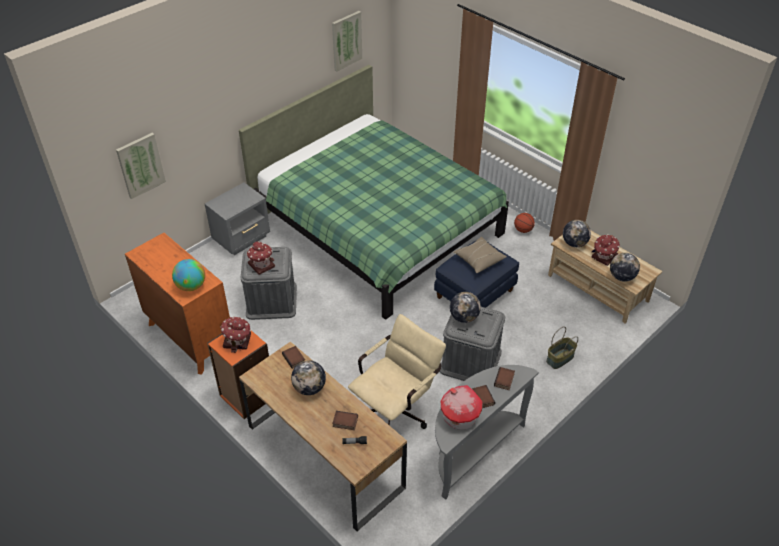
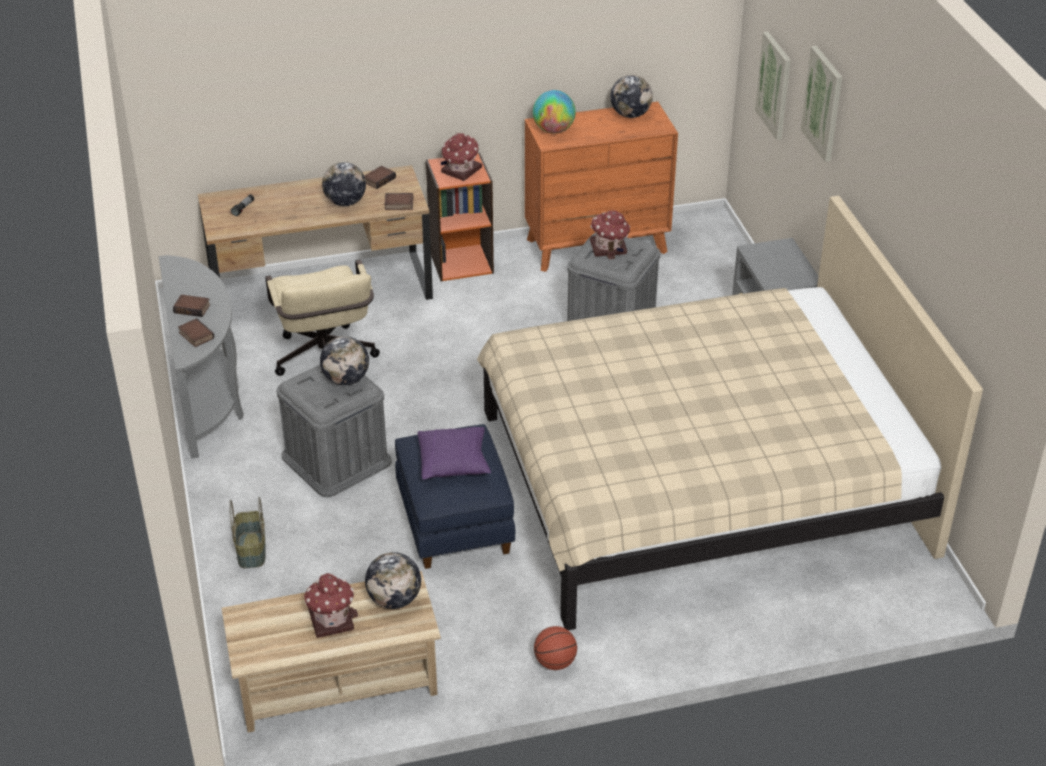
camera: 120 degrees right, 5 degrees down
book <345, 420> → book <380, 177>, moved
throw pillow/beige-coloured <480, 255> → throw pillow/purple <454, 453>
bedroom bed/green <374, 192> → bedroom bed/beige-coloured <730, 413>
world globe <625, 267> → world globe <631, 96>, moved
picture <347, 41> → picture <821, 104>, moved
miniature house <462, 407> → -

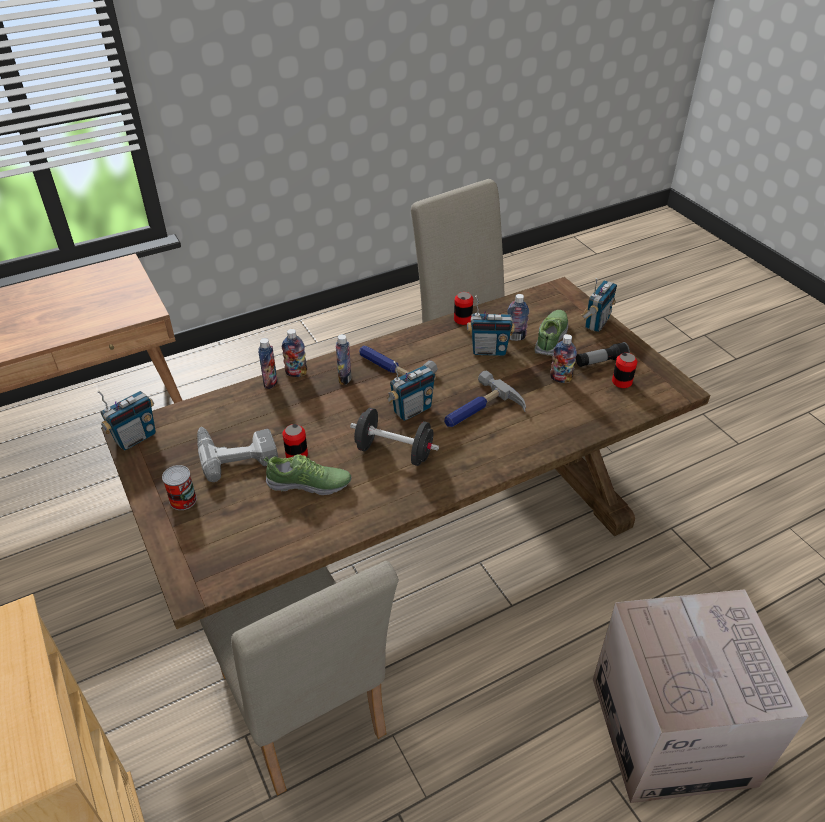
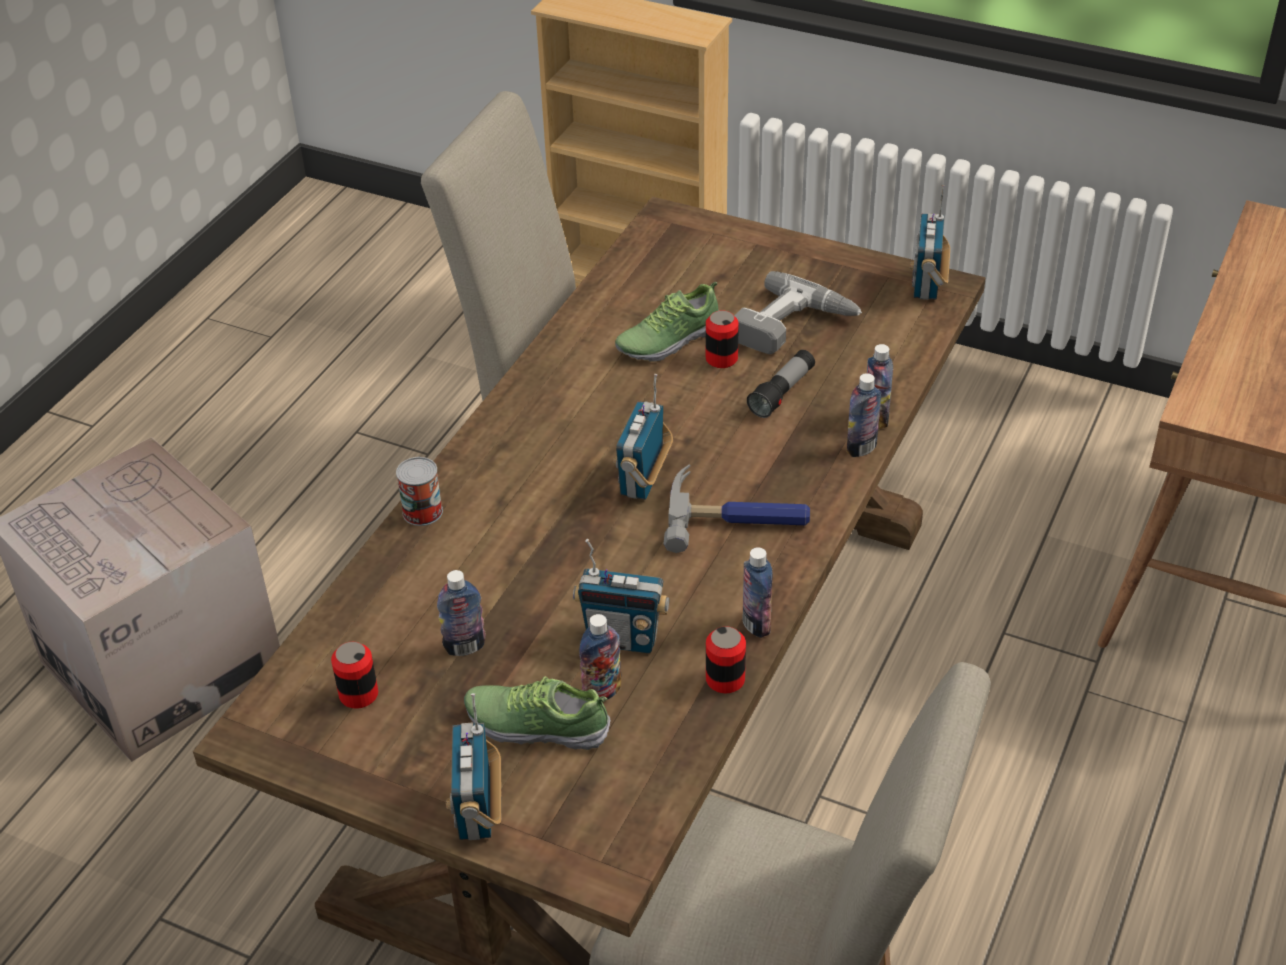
camera: 145 degrees right, 0 degrees up
can <179, 487> → can <419, 491>, moved
low shoe <551, 333> → low shoe <537, 713>, 120 degrees clockwise
radio set <491, 326> → radio set <621, 596>, 135 degrees counterclockwise
drink bottle <343, 359> → drink bottle <757, 592>, moved
flashlight <603, 354> → flashlight <781, 384>, moved
free weight/blackish <394, 437> → -
tool hammer <485, 399> → -

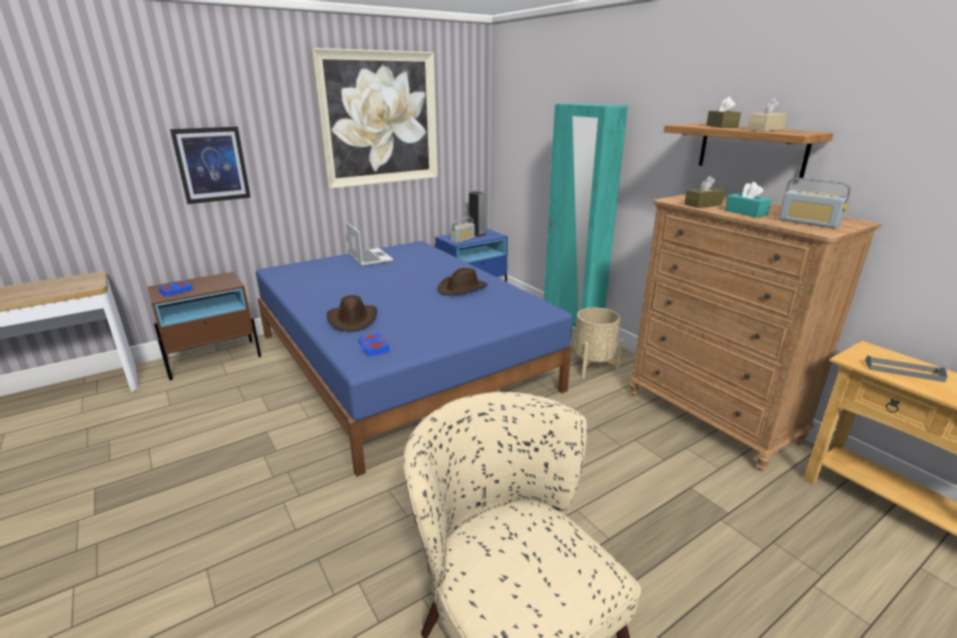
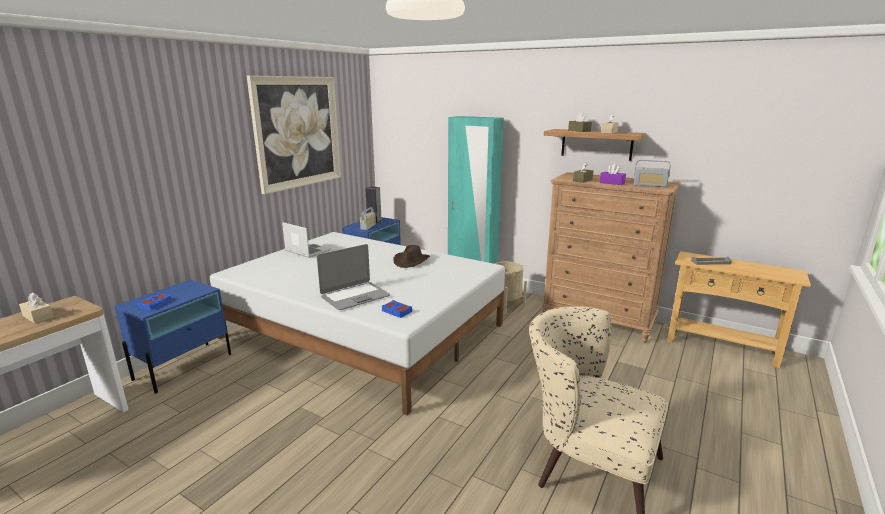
camera: 25 degrees left, 5 degrees down
- → tissue holder/beige-coloured <36, 308>
nightstand/brownish <204, 326> → nightstand/blue-coloured <173, 337>
bedroom bed/blue-coloured <414, 359> → bedroom bed/white <357, 324>
wearable hat/brownish <352, 313> → laptop <353, 277>
tissue holder/turquoise-coloured <748, 200> → tissue holder/purple <613, 174>
picture <210, 165> → -

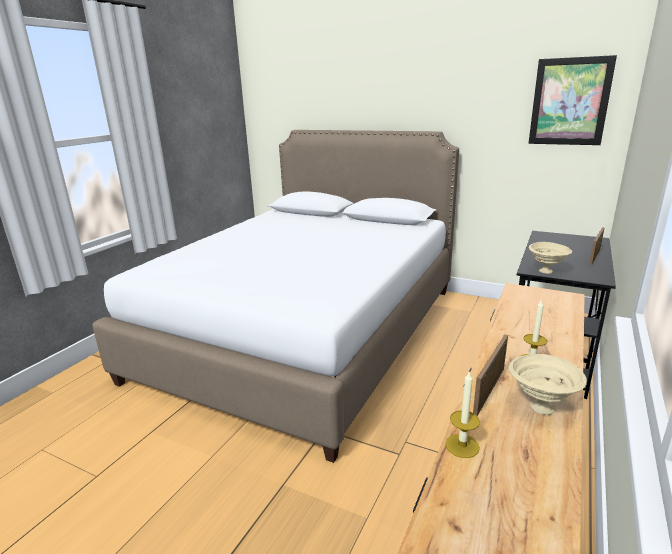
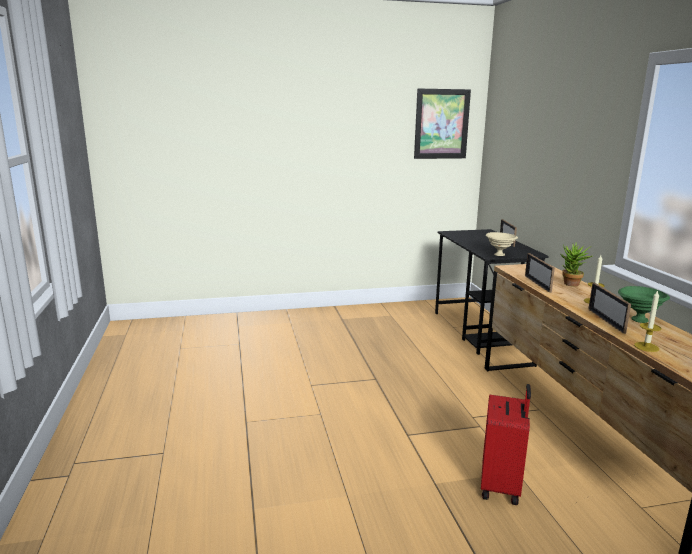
camera: 40 degrees left, 5 degrees down
- → suitcase/red <506, 444>
- → picture frame <540, 273>
- → houseplant <577, 265>
deep dish/beige-coloured <548, 384> → deep dish/green <644, 304>
bedroom bed/white <275, 296> → -

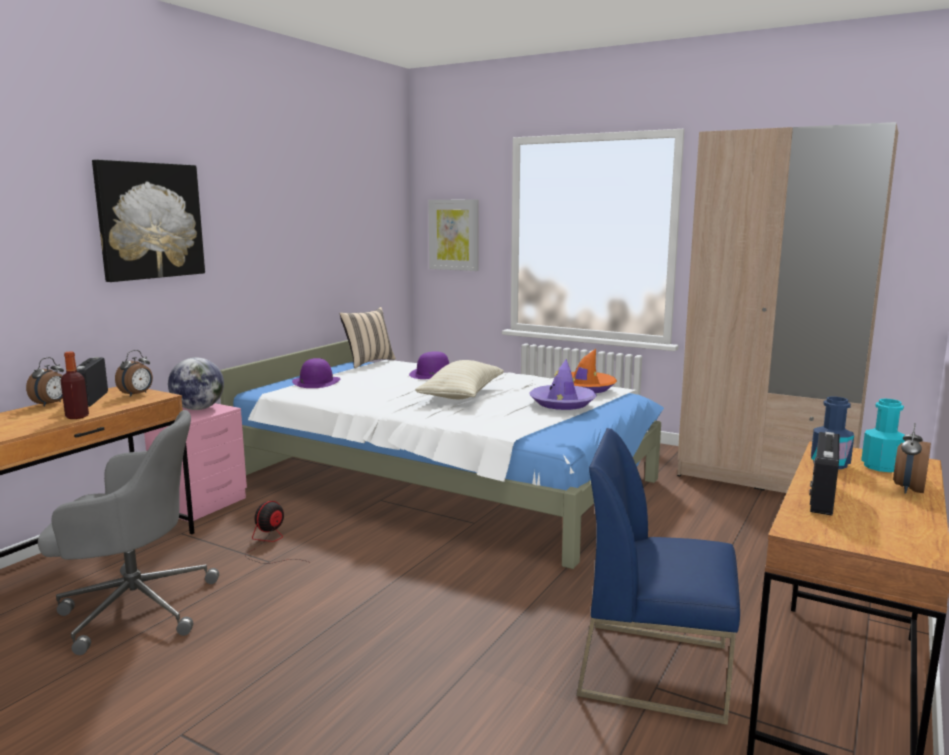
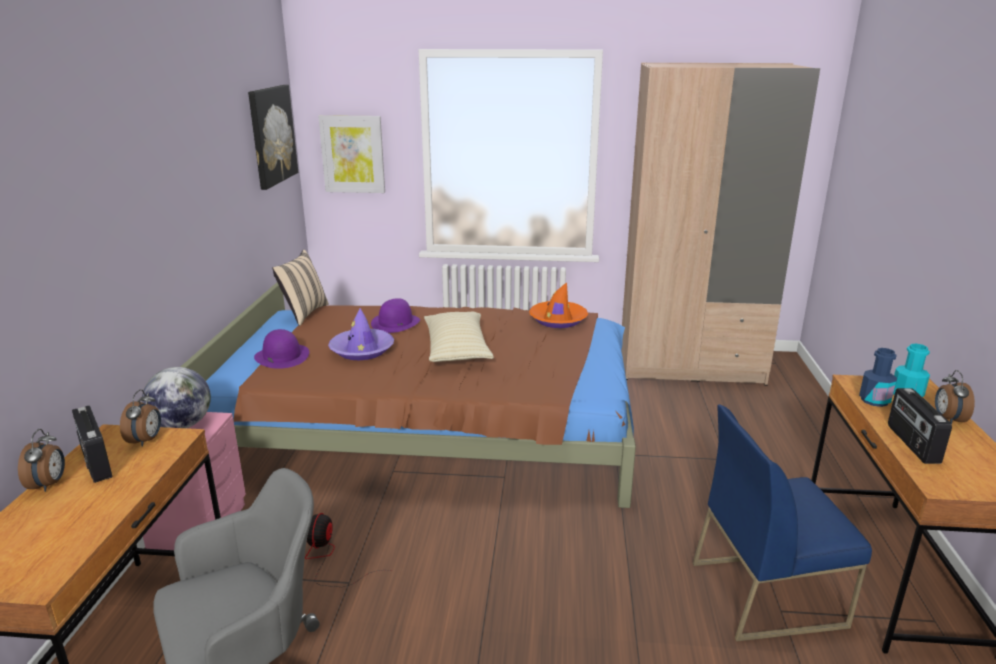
camera: 25 degrees left, 10 degrees up
bedroom bed/white <442, 454> → bedroom bed/brownish <408, 395>
picture <148, 221> → picture <273, 137>, moved
wearable hat/purple <563, 384> → wearable hat/purple <361, 334>, moved
drink bottle <74, 385> → -

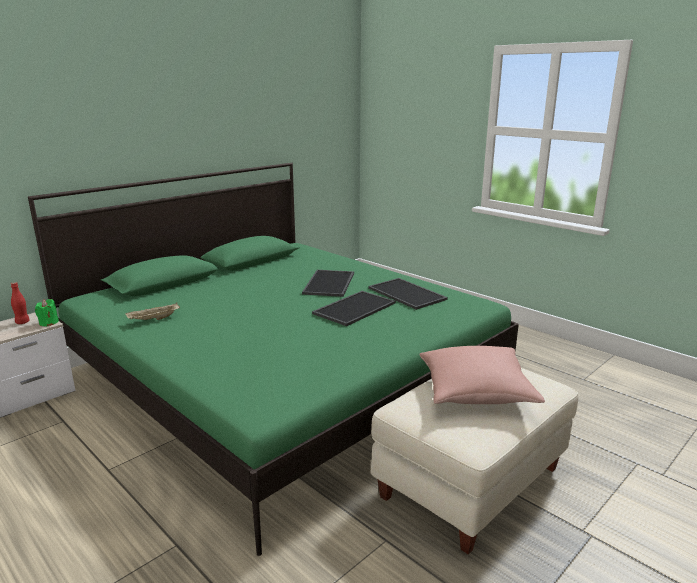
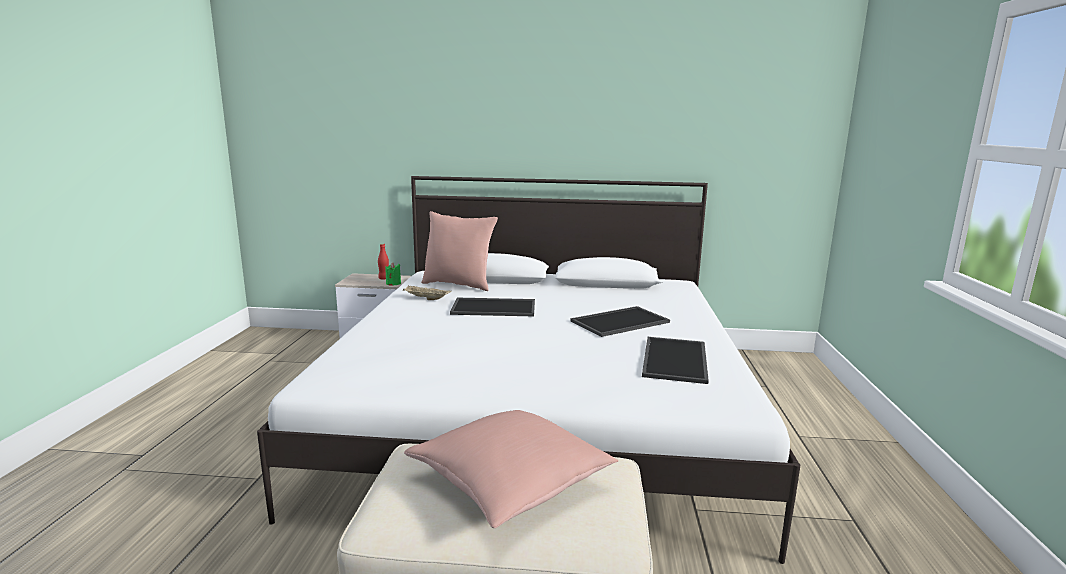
camera: 50 degrees right, 5 degrees down
bedroom bed/green <273, 359> → bedroom bed/white <528, 370>
- → throw pillow/pink-coloured <459, 251>
serving tray <354, 308> → serving tray <492, 307>, moved

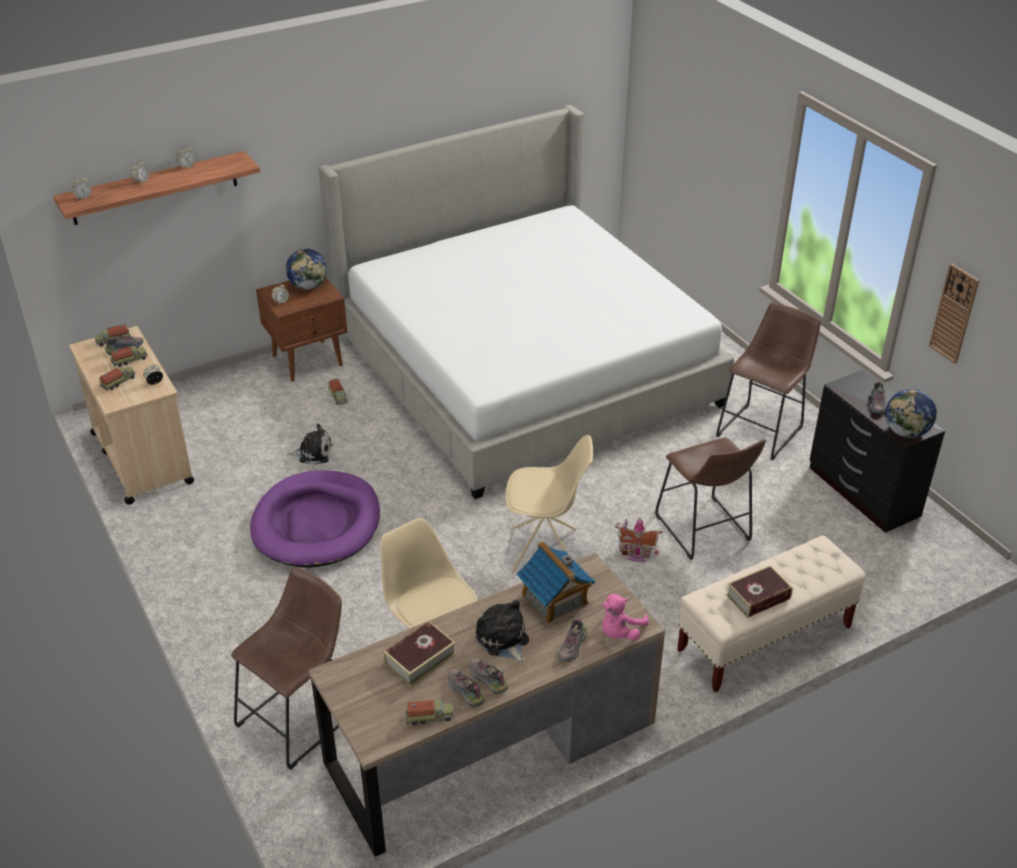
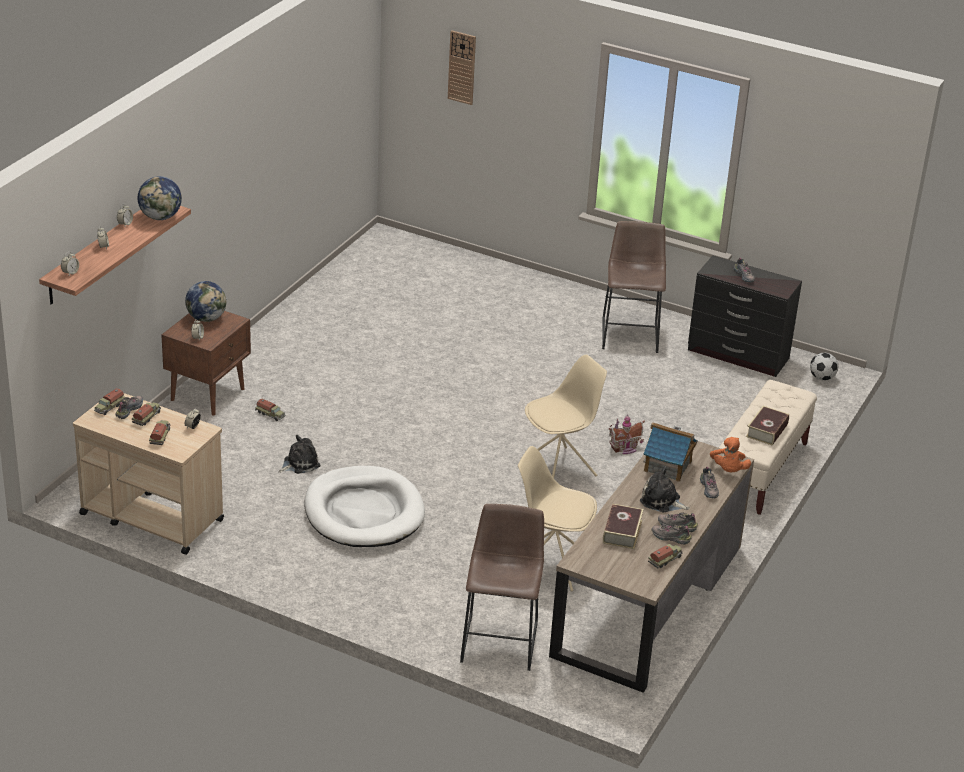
camera: 35 degrees left, 5 degrees down
world globe <911, 413> → world globe <160, 198>, moved
pet bed/purple <315, 519> → pet bed/white <364, 506>
wall clock <954, 313> → wall clock <462, 67>, moved
soft toy/pink-coloured <625, 617> → soft toy/orange <730, 454>
- → ball for football <824, 367>
bedroom bed <526, 302> → -
stool/brownish <710, 499> → -

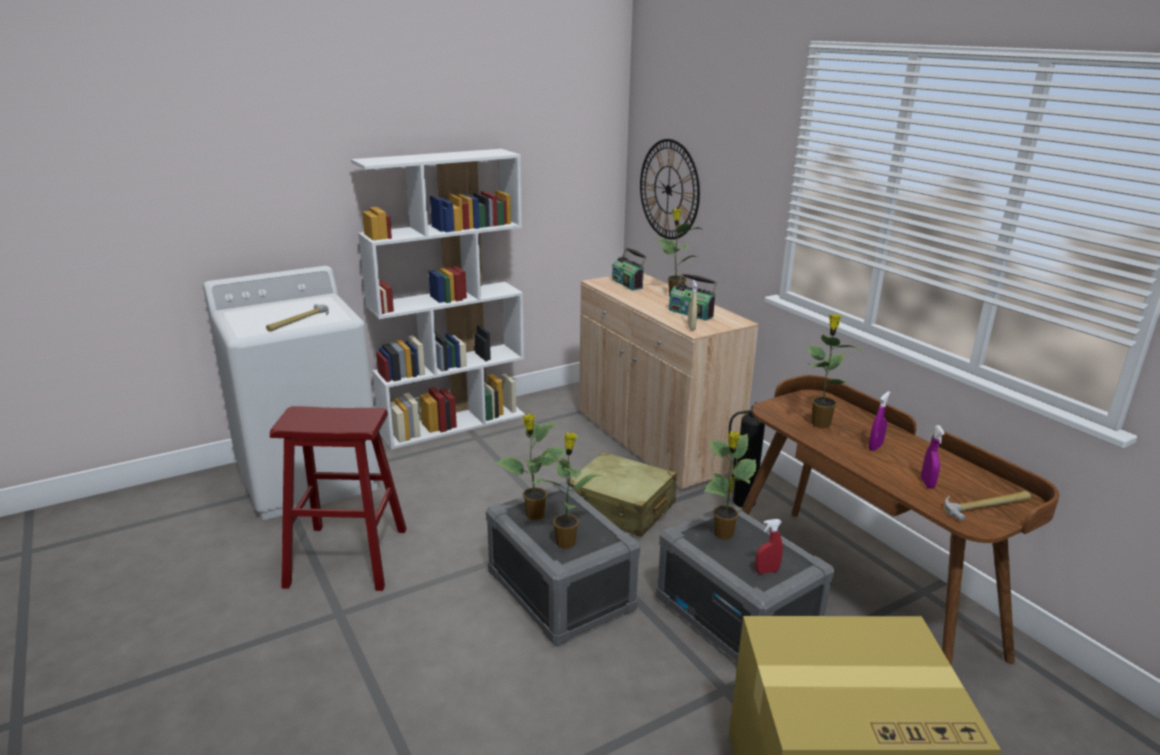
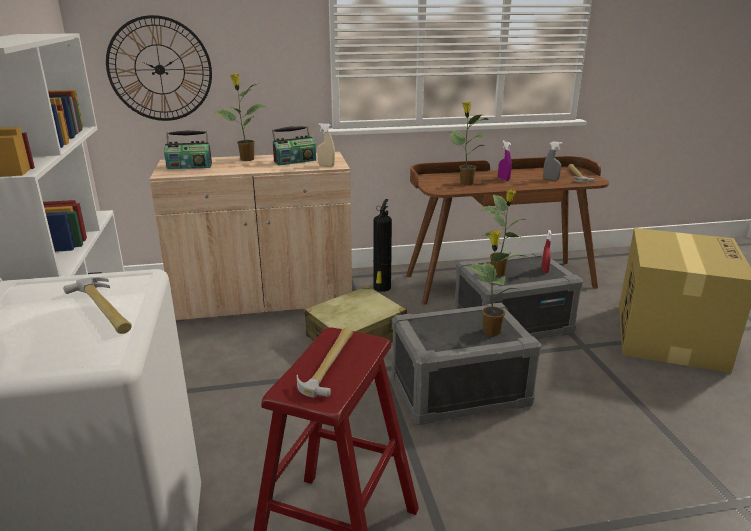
camera: 70 degrees left, 0 degrees up
- → tool hammer <325, 363>
spray bottle/purple <933, 457> → spray bottle/gray <552, 160>
houseplant <530, 466> → -

